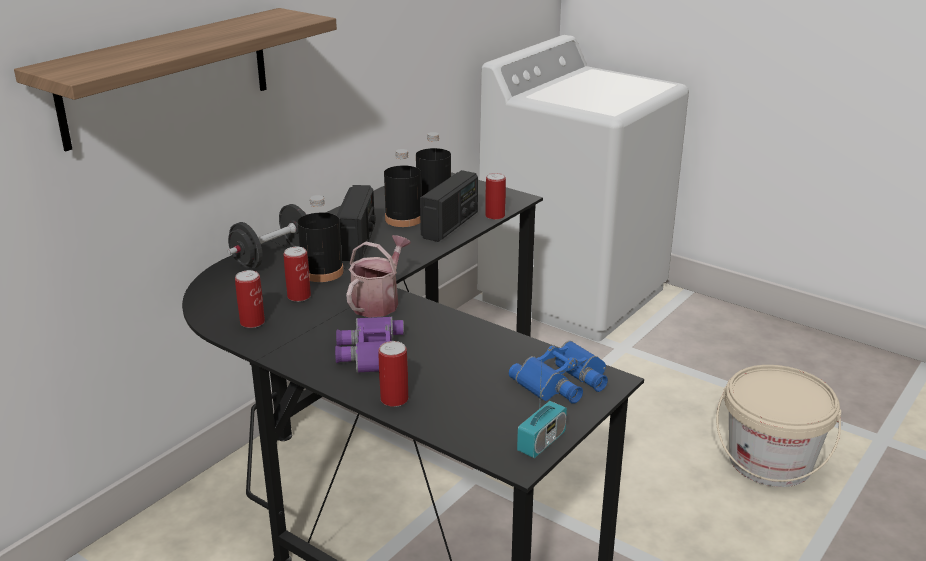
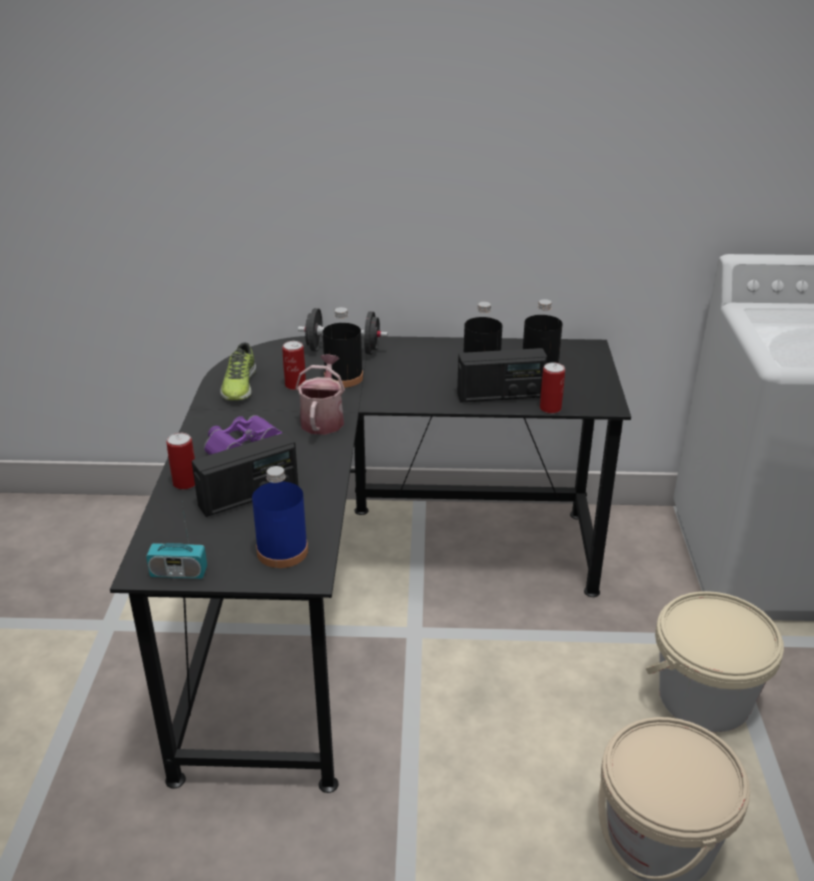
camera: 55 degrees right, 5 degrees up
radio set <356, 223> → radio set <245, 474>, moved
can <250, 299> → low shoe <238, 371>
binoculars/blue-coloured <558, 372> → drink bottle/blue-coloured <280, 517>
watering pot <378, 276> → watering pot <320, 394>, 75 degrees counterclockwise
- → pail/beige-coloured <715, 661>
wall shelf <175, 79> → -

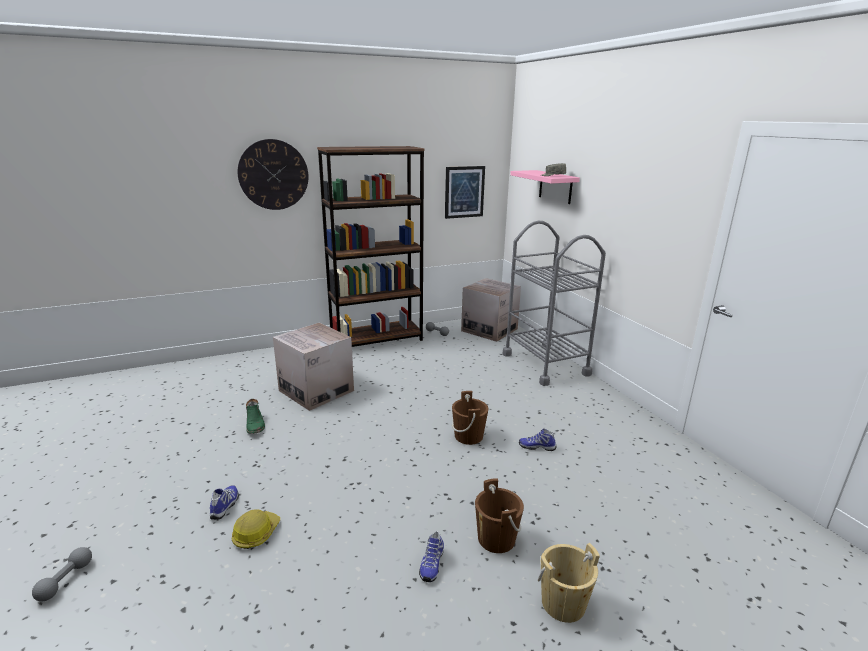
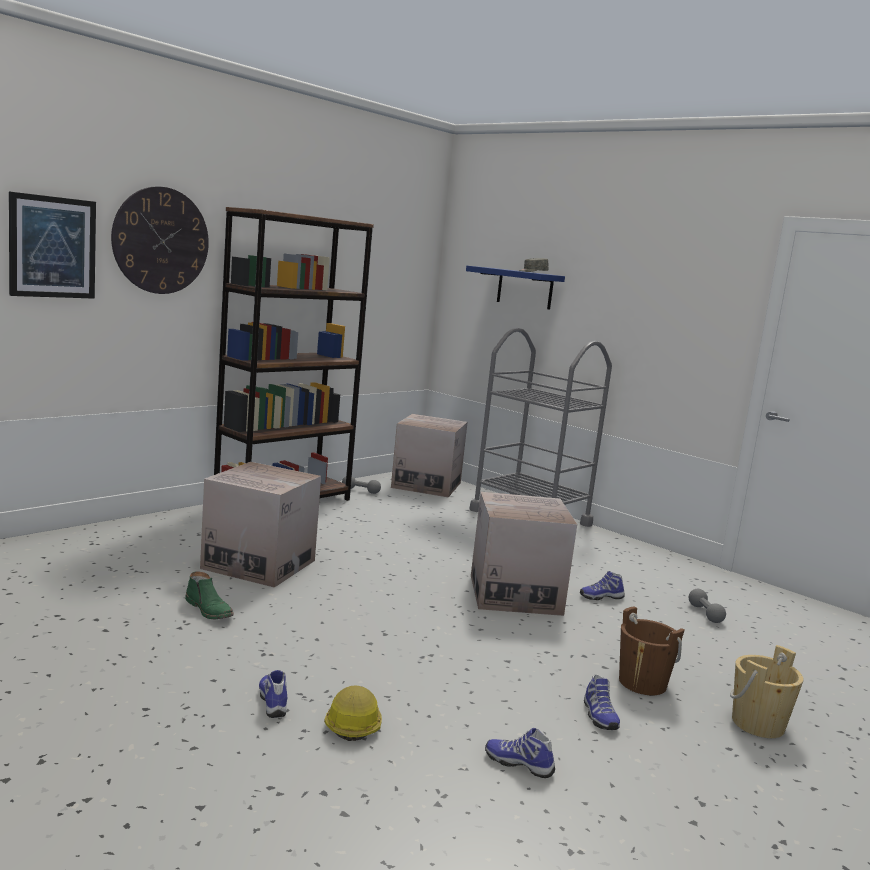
camera: 25 degrees left, 10 degrees down
picture <465, 192> → picture <52, 245>, moved
wall shelf/pink-coloured <545, 187> → wall shelf/blue-coloured <515, 288>
pail/brownish <470, 418> → cardboard box <524, 554>
- → low shoe <520, 753>
free weight/gray <62, 574> → free weight/gray <707, 606>, moved

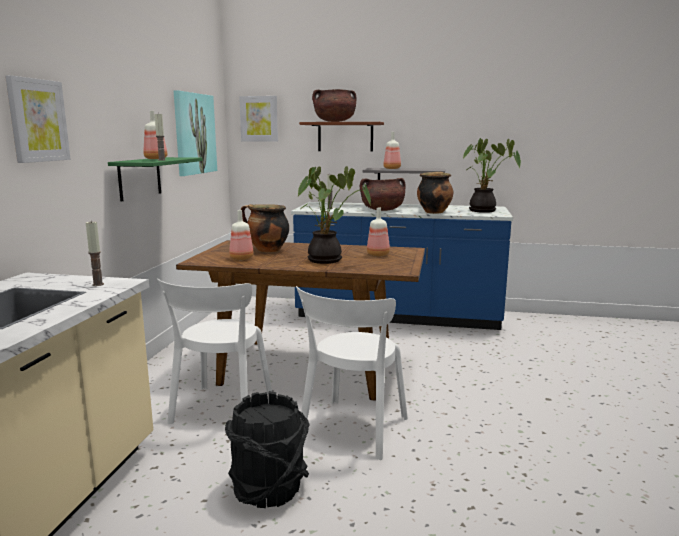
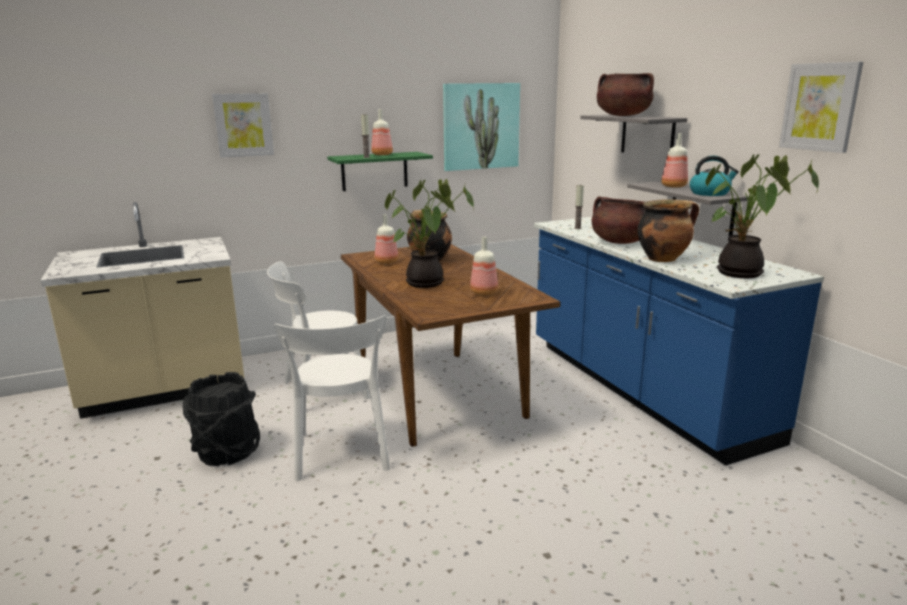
camera: 55 degrees right, 5 degrees up
upright chair/white <352, 373> → upright chair/white <332, 398>, 90 degrees counterclockwise
wall shelf/brownish <341, 137> → wall shelf/gray <633, 133>
- → tea kettle <714, 176>
picture <258, 119> → picture <821, 107>, moved
wax candle <95, 253> → -

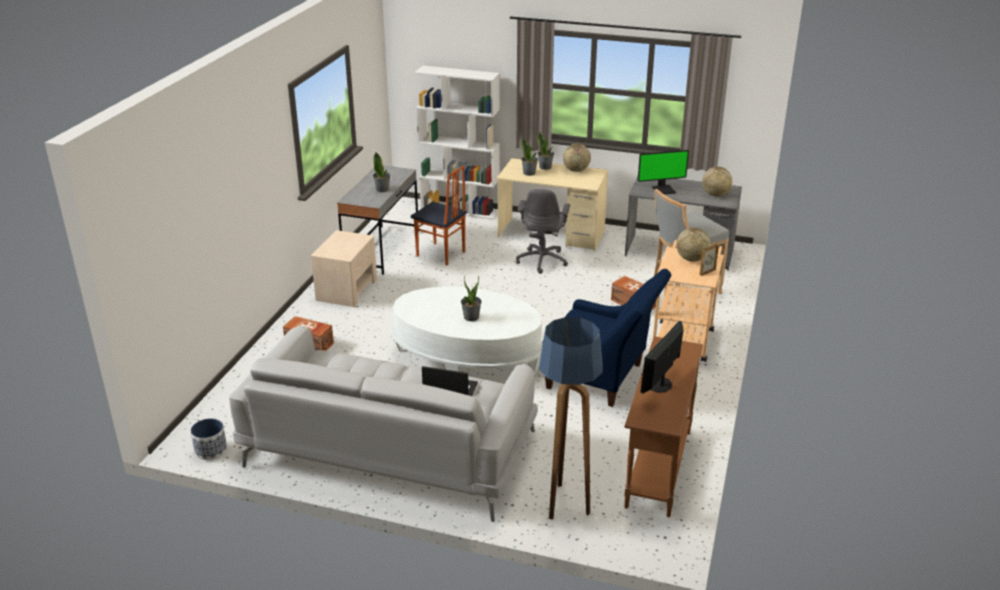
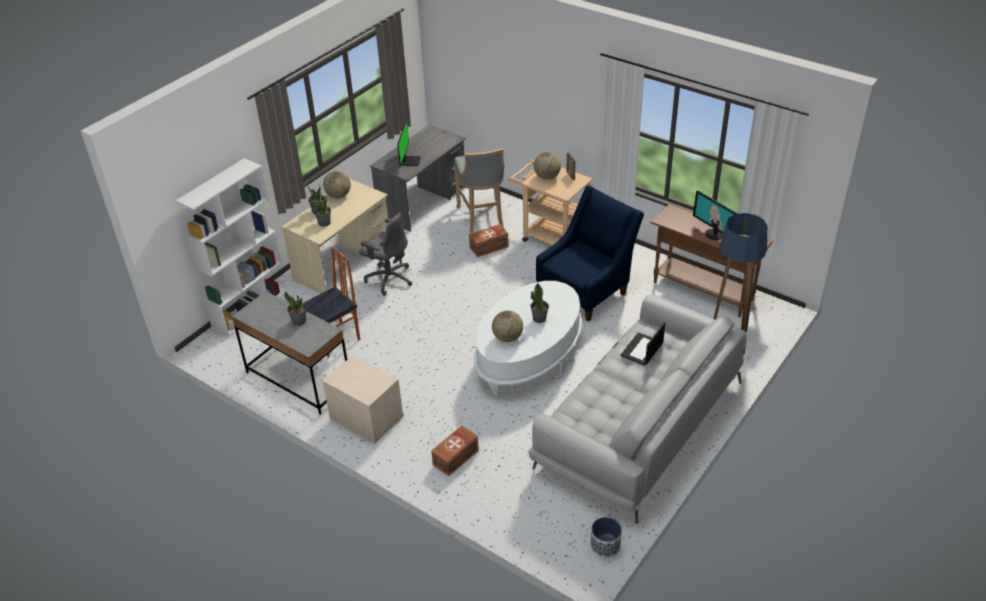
camera: 70 degrees left, 10 degrees up
world globe <717, 181> → world globe <507, 326>, moved

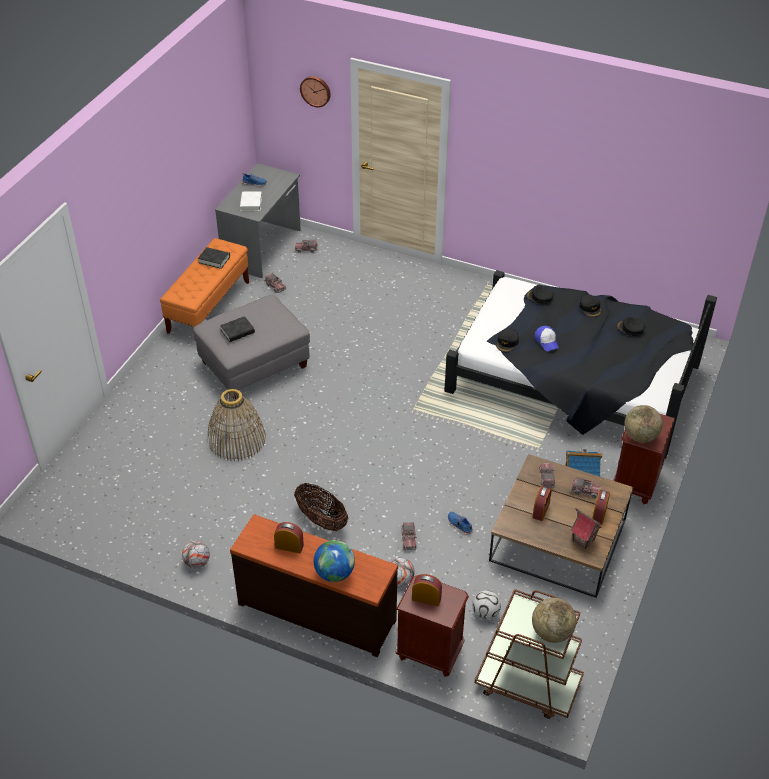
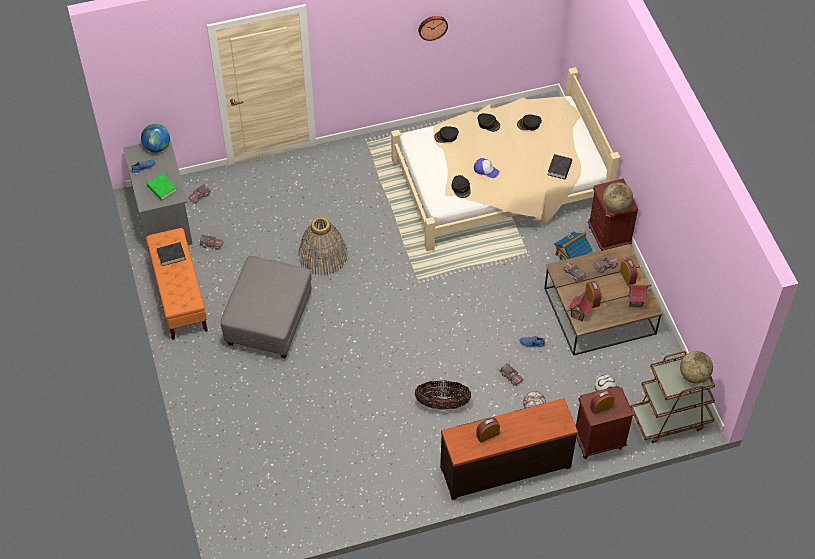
camera: 40 degrees left, 10 degrees up
world globe <334, 561> → world globe <155, 138>, moved
book/white <251, 201> → book/green <162, 187>
household basket <237, 425> → household basket <323, 246>, moved
bedroom bed/blackish <580, 364> → bedroom bed/beige-coloured <505, 159>
wall clock <315, 91> → wall clock <433, 28>, moved
book/blackish <237, 329> → book/blackish <560, 166>, moved
- → miniature house <580, 305>
ball for football <196, 554> → -

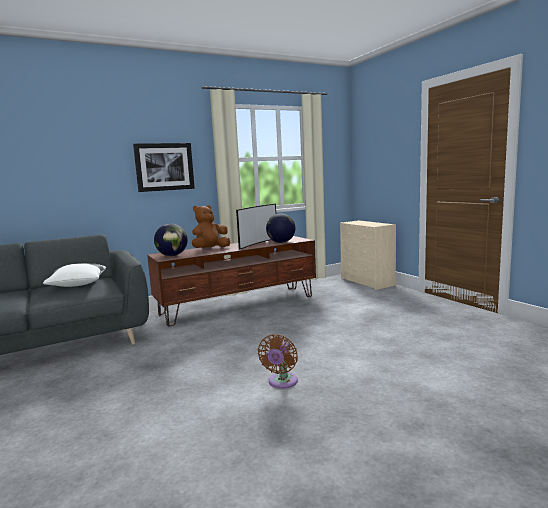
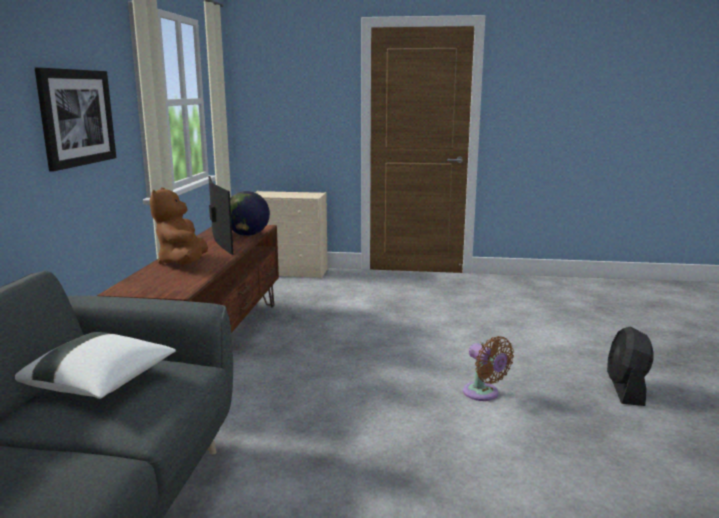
camera: 55 degrees left, 5 degrees up
- → cooling fan/blackish <630, 366>
world globe <171, 239> → -

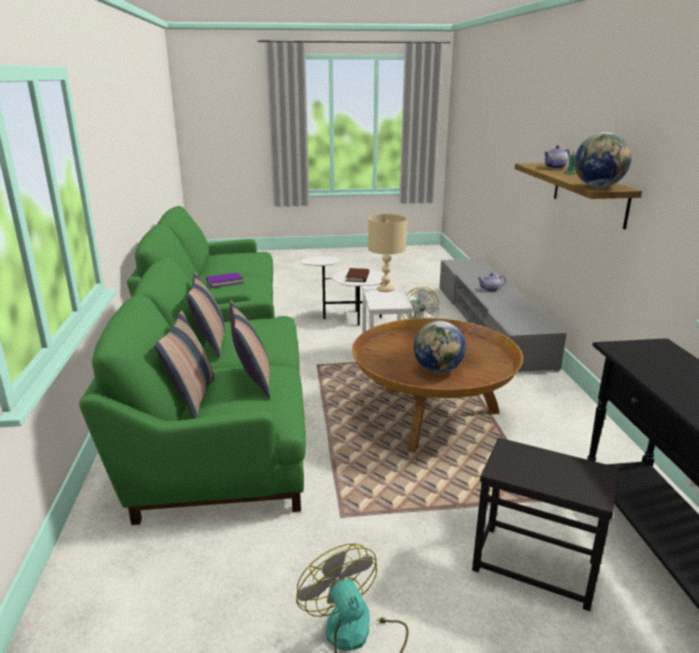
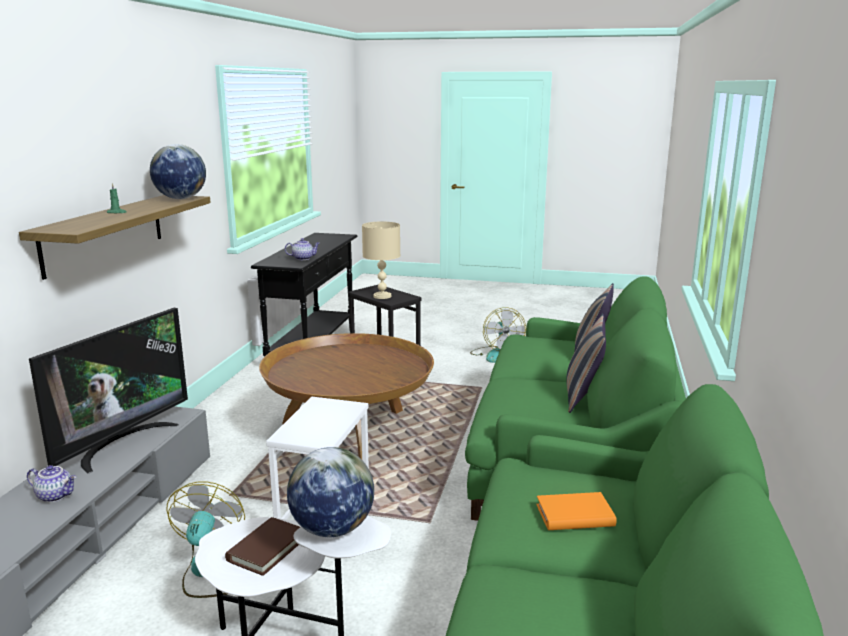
camera: 160 degrees left, 5 degrees down
- → television <108, 390>
pot for tea <557, 157> → pot for tea <302, 249>, moved
world globe <440, 347> → world globe <330, 492>, moved
lamp for a table/beige-coloured <387, 253> → lamp for a table/beige-coloured <381, 260>, moved
book/purple <224, 280> → book/orange <576, 511>
throw pillow <250, 349> → -

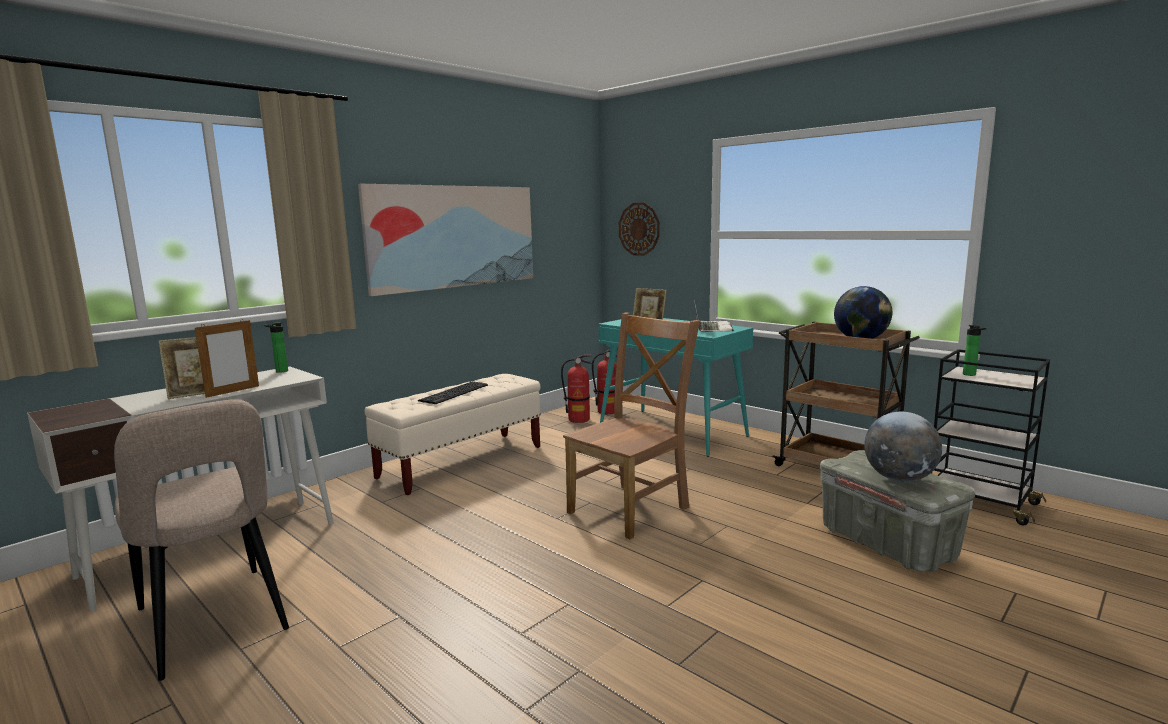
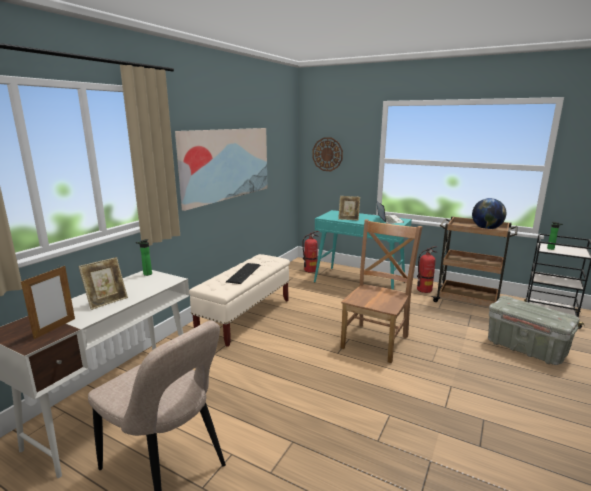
camera: 15 degrees left, 5 degrees up
picture frame <227, 358> → picture frame <48, 302>, moved
fire-fighting cylinder <577, 389> → fire-fighting cylinder <427, 269>, moved
world globe <903, 447> → -

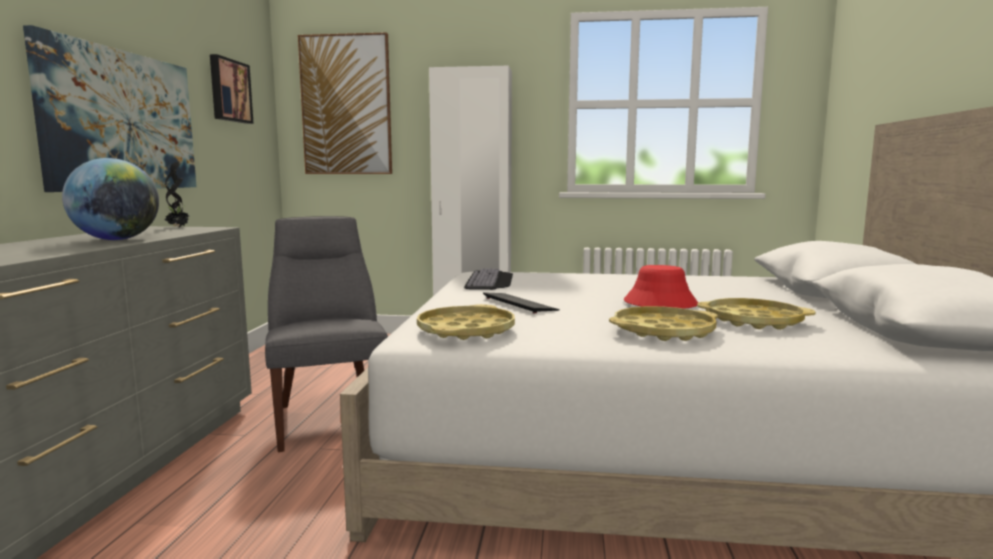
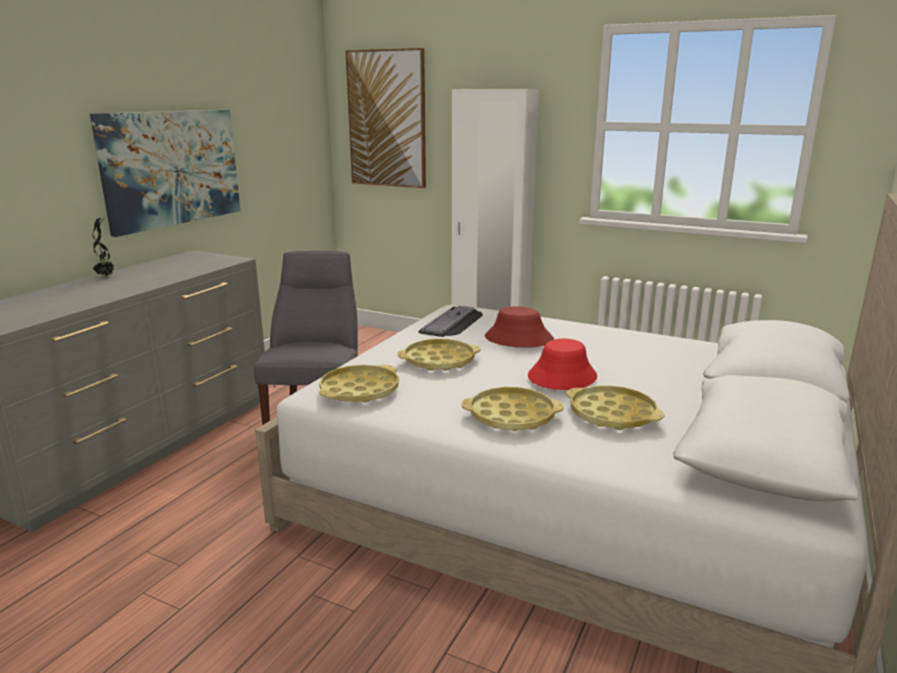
camera: 20 degrees right, 10 degrees up
houseplant <177, 194> → houseplant <103, 247>, moved
computer keyboard <521, 303> → serving tray/yellow <439, 355>
- → wearable hat/red <519, 326>
world globe <110, 199> → -
picture <232, 89> → -

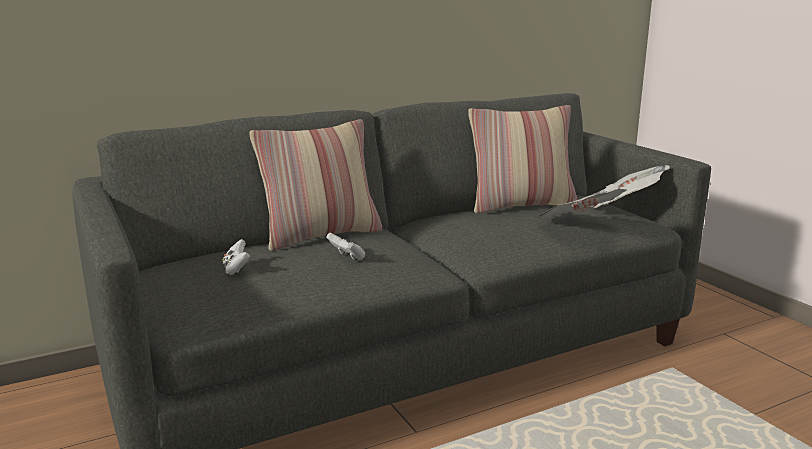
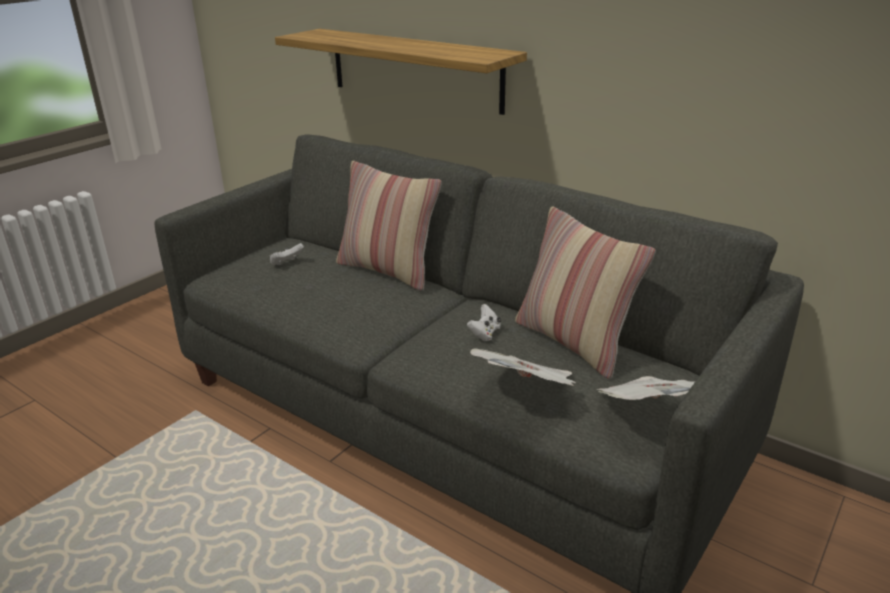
camera: 65 degrees right, 10 degrees up
- → wall shelf <401, 72>
game controller/white <346, 247> → game controller/white <484, 322>, moved

